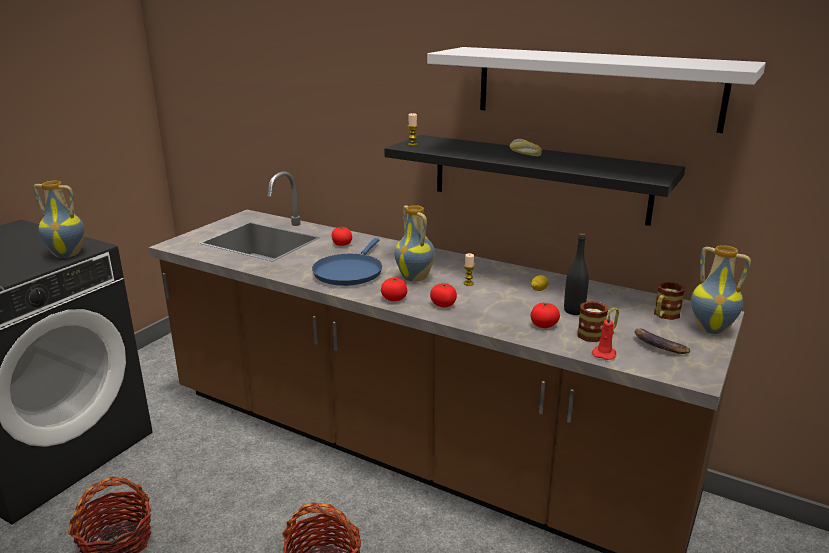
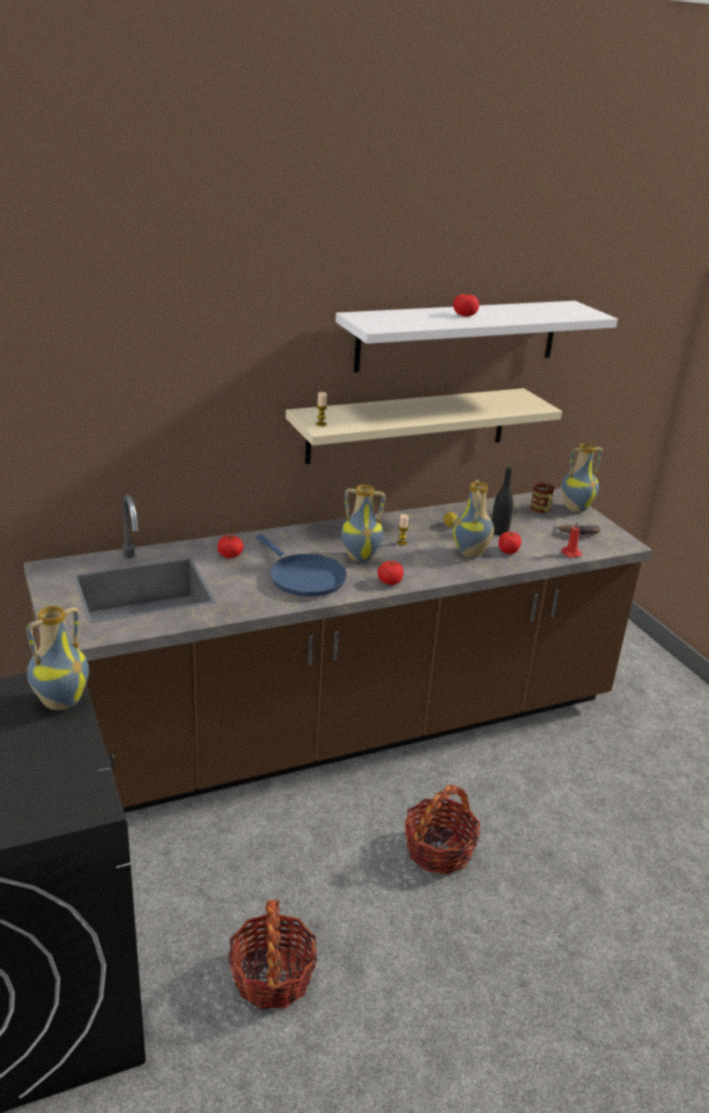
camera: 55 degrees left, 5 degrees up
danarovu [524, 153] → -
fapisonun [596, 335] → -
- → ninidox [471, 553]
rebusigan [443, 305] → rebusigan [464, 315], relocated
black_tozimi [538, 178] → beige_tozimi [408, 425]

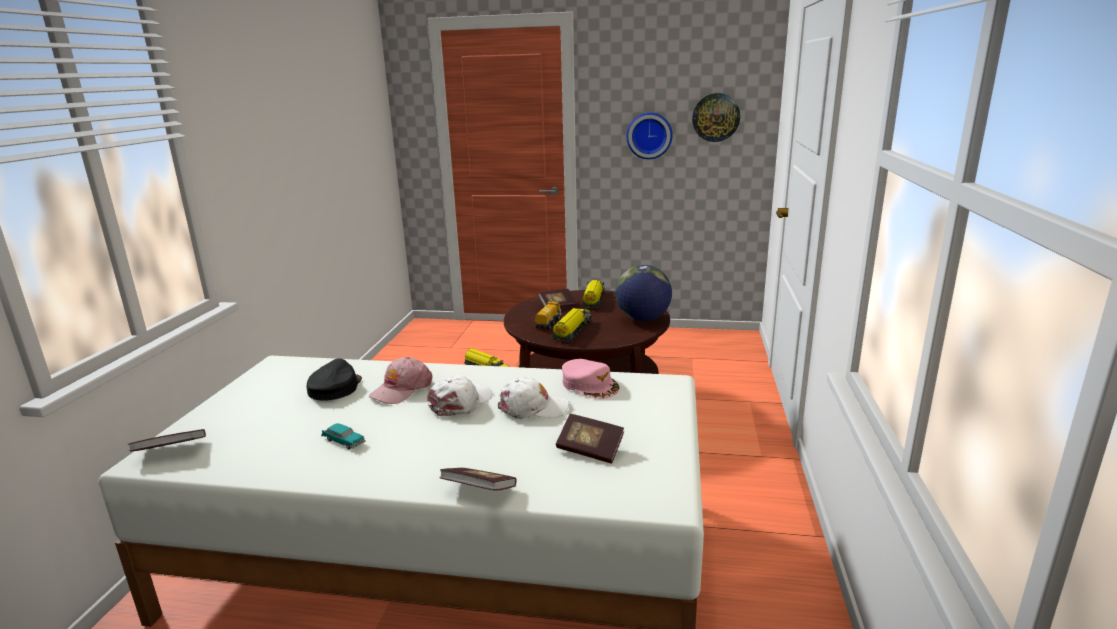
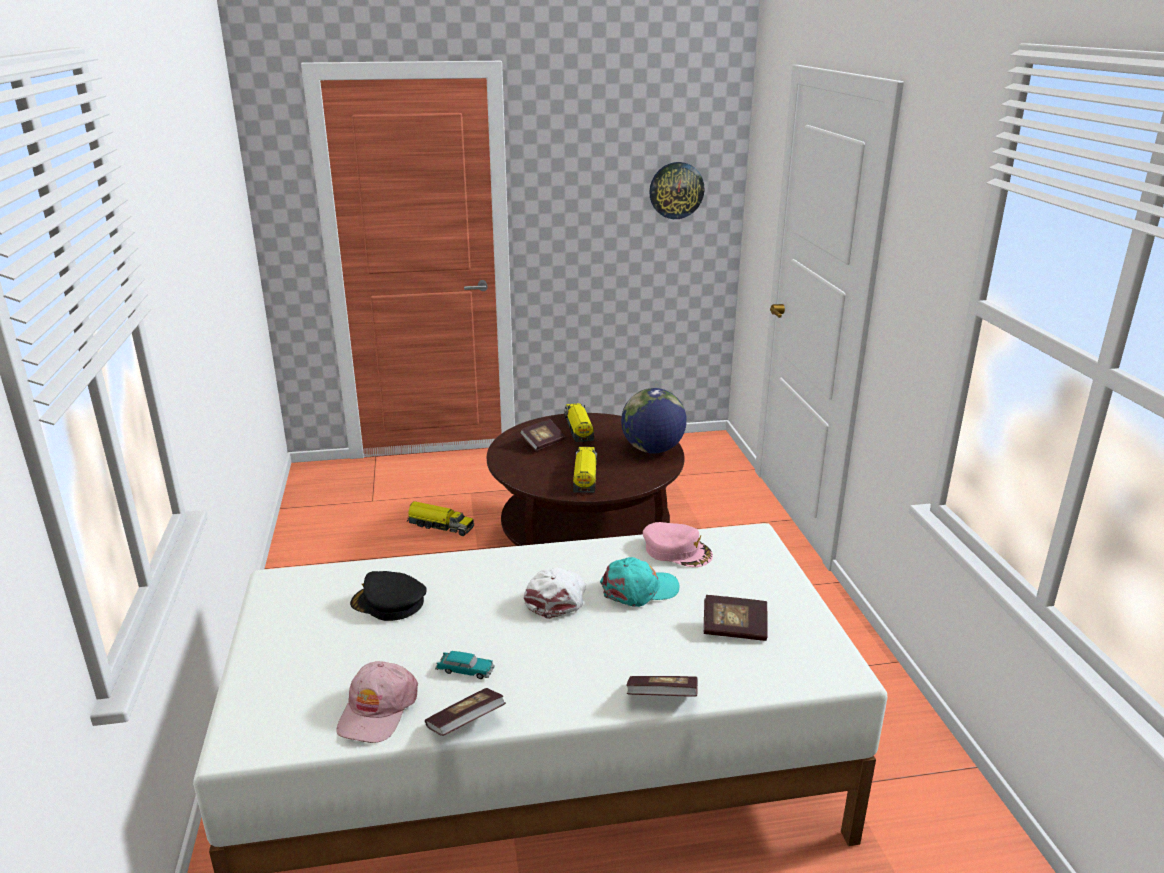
camera: 20 degrees left, 5 degrees up
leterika [548, 323] → -
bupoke [649, 135] → -
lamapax [171, 451] → lamapax [466, 724], relocated
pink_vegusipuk [401, 389] → pink_vegusipuk [377, 710], relocated
white_vegusipuk [532, 407] → turquoise_vegusipuk [639, 590]
black_vegusipuk [334, 388] → black_vegusipuk [388, 603], 60 degrees counterclockwise

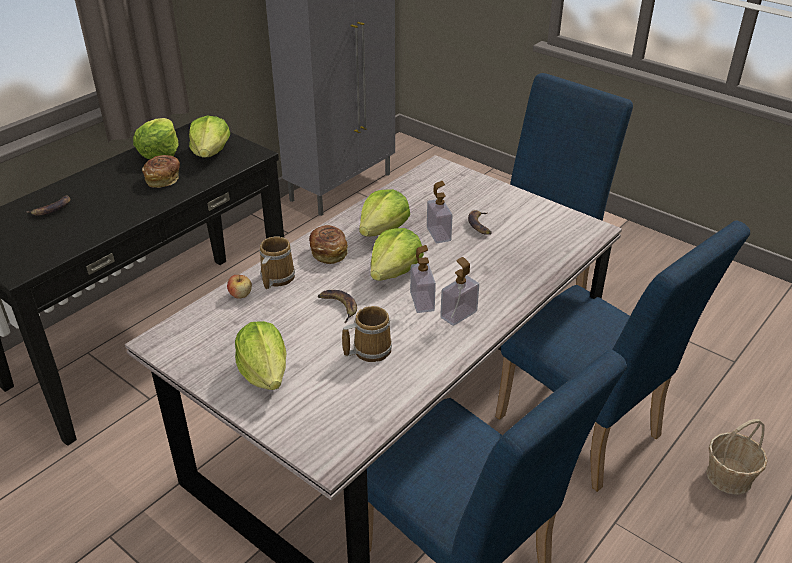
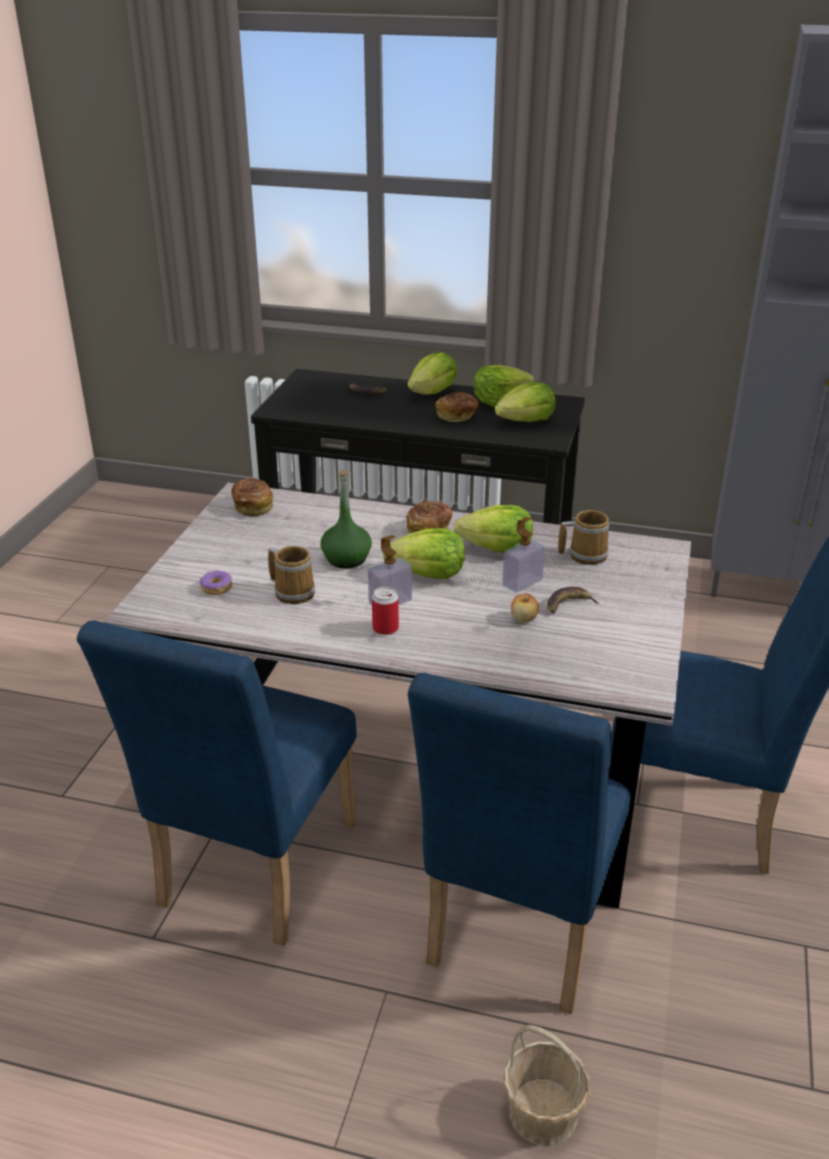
camera: 65 degrees right, 5 degrees down
- → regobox [216, 588]
- → danarovu [253, 506]
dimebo [240, 295] → dimebo [524, 619], relocated
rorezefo [265, 373] → rorezefo [433, 392], relocated
fapisonun [275, 278] → fapisonun [584, 555], relocated
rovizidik [338, 306] → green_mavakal [346, 559]
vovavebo [458, 314] → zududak [385, 628]

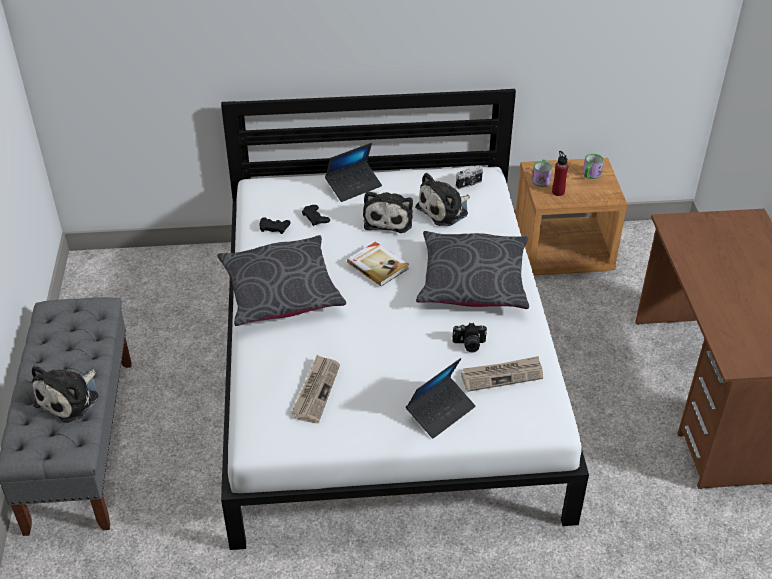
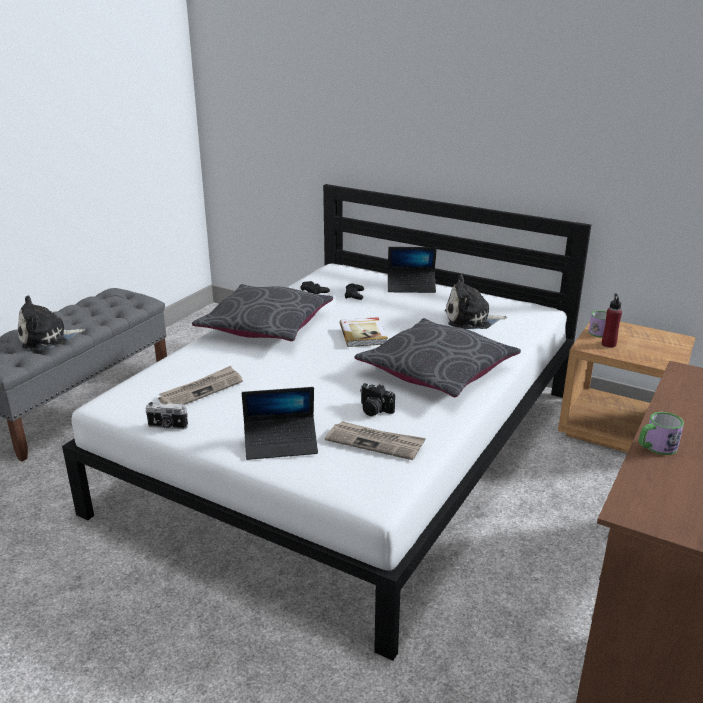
camera: 35 degrees right, 15 degrees down
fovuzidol [389, 219] → -
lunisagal [469, 184] → lunisagal [167, 426], relocated
fapisonun [590, 175] → fapisonun [656, 447], relocated

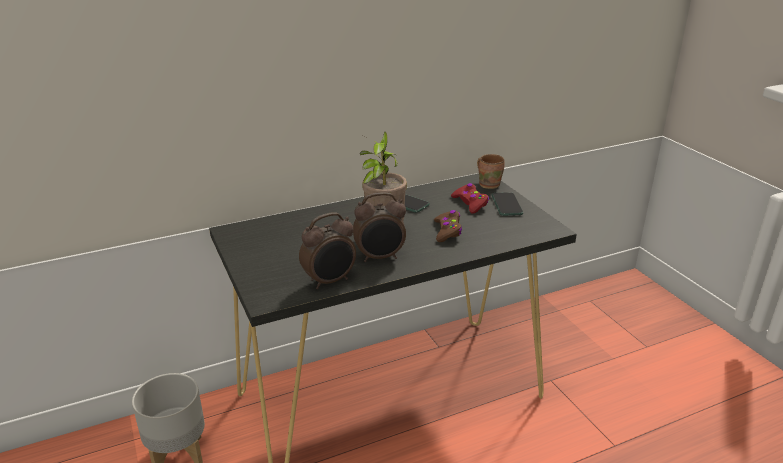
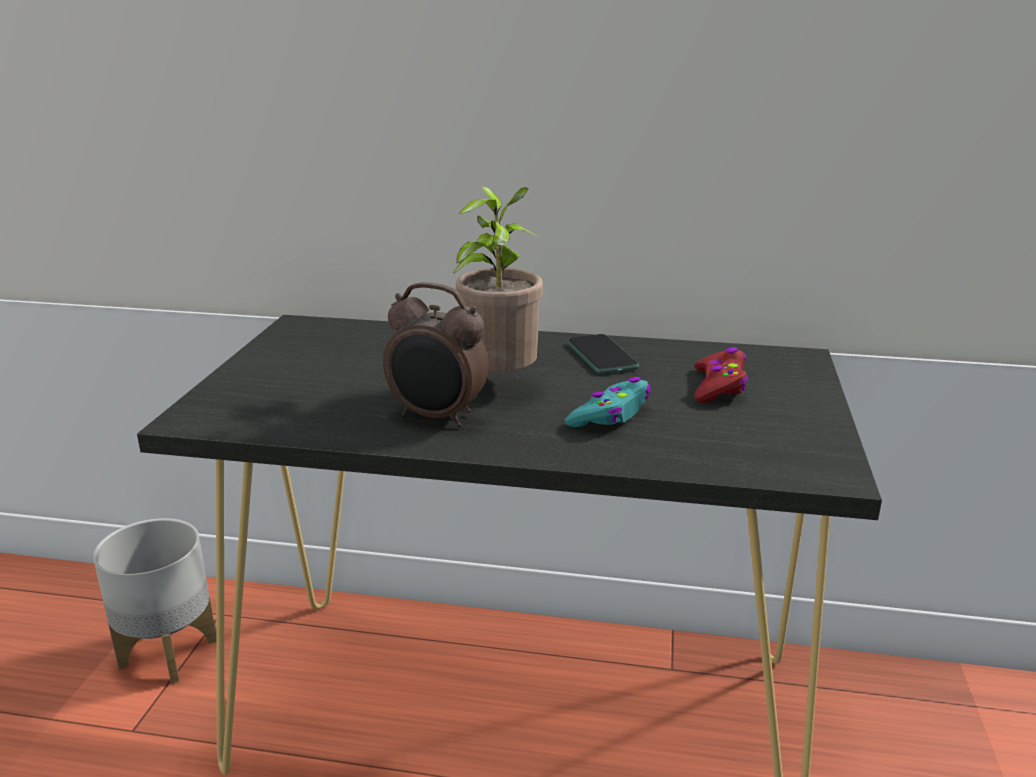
camera: 35 degrees right, 5 degrees down
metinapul [330, 281] → -
brown_fapisonun [489, 184] → -
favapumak [506, 205] → -
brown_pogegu [447, 231] → turquoise_pogegu [610, 415]

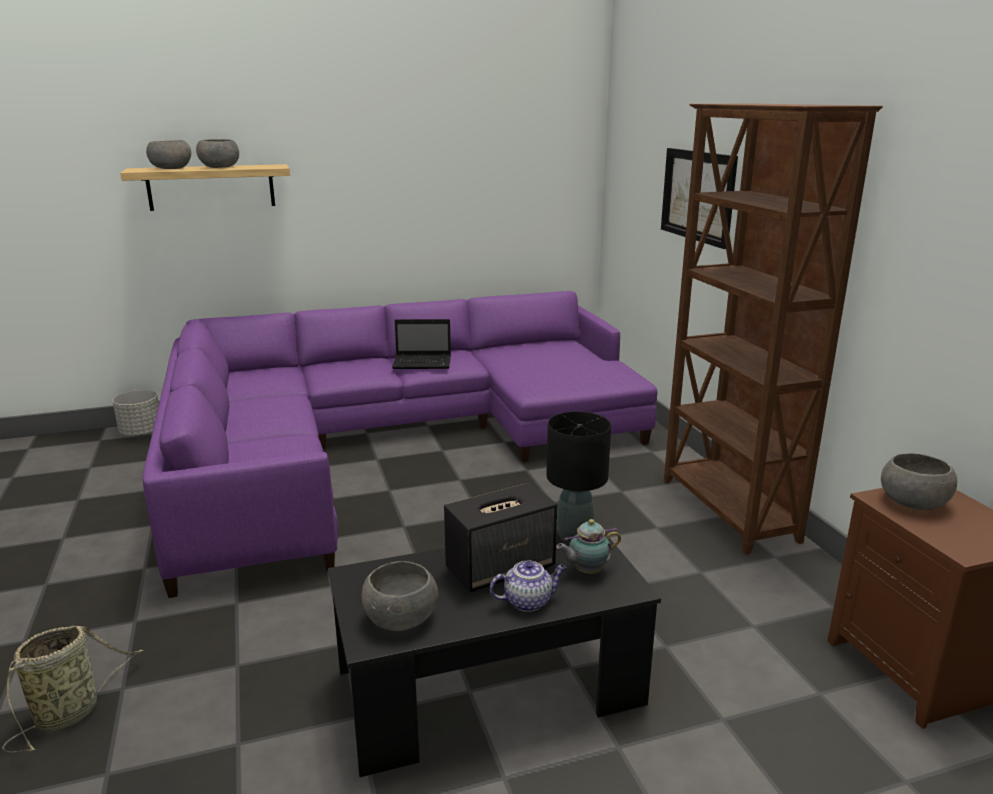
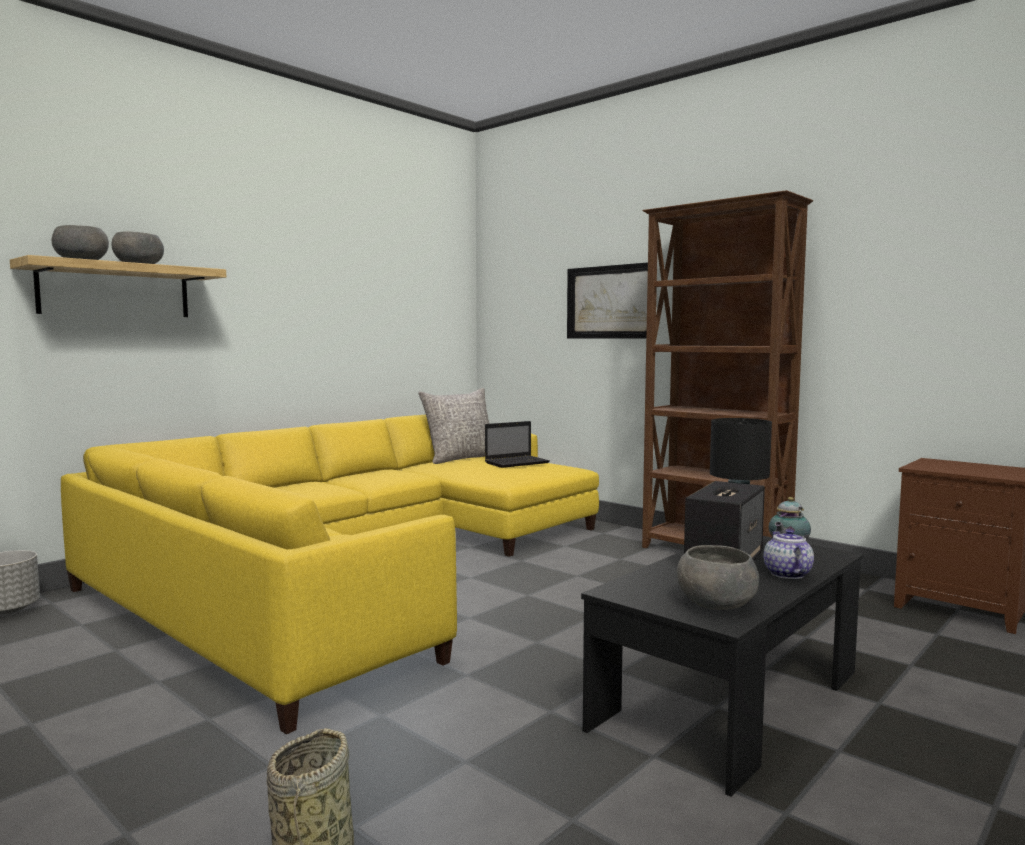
camera: 30 degrees left, 15 degrees down
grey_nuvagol [912, 502] → -
- → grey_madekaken [460, 458]
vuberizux [423, 363] → vuberizux [517, 463], relocated
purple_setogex [392, 442] → yellow_setogex [358, 565]
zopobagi [528, 601] → zopobagi [786, 574], 45 degrees counterclockwise

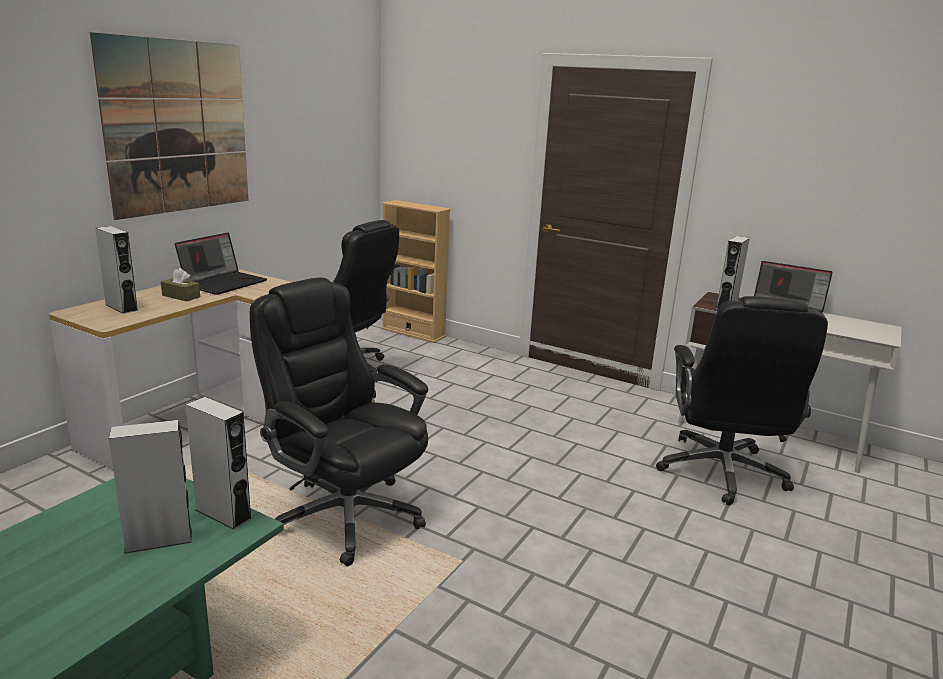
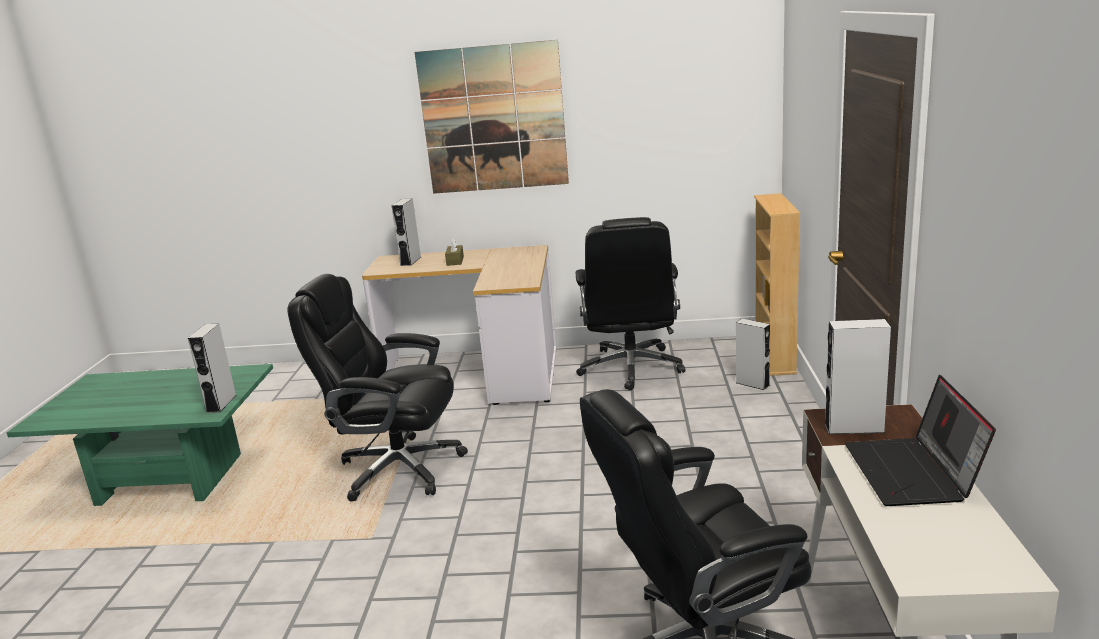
camera: 65 degrees right, 0 degrees up
vuberizux [224, 283] → -
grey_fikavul [159, 540] → grey_fikavul [752, 384], relocated
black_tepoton [345, 514] → black_tepoton [397, 469], 90 degrees counterclockwise

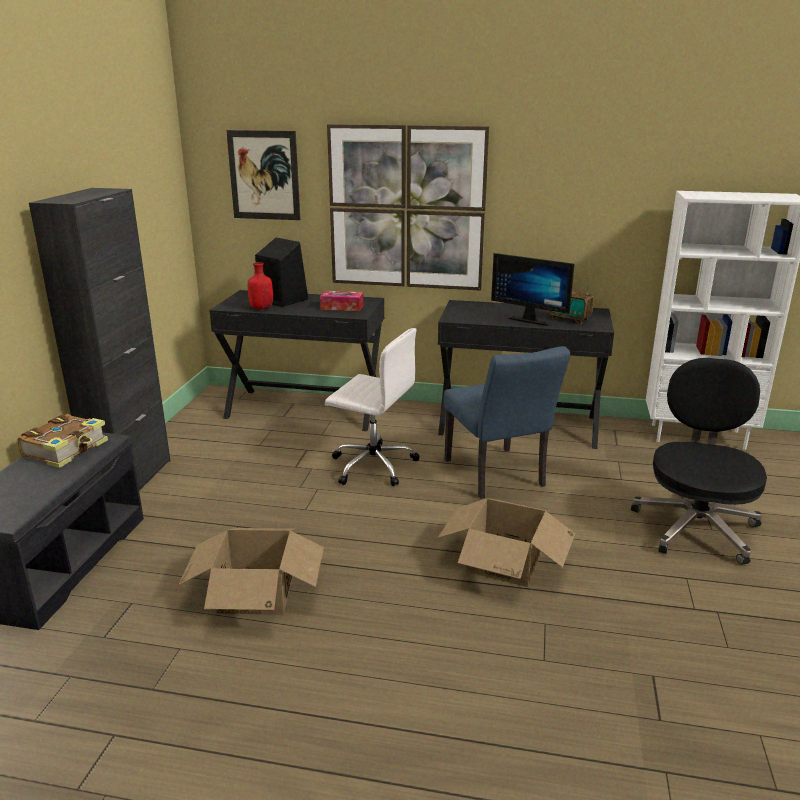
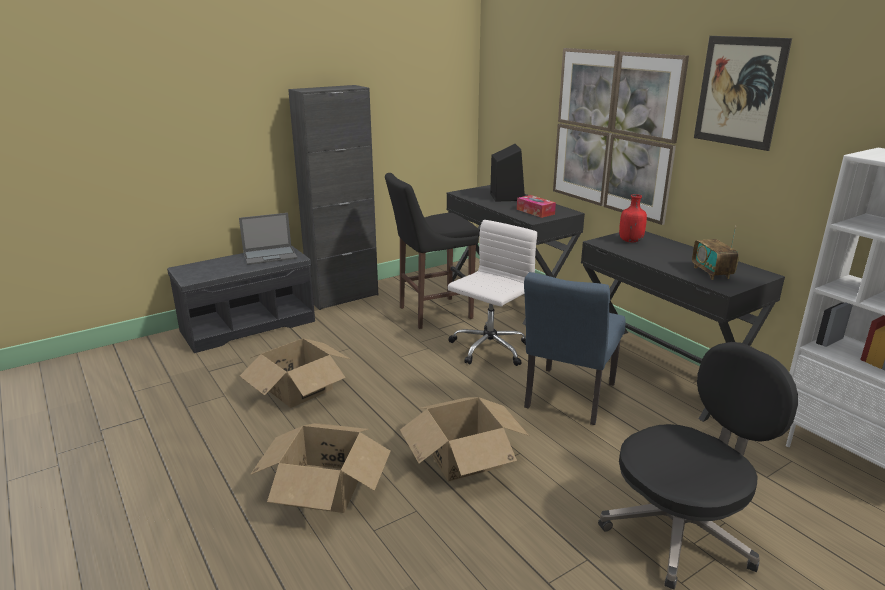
camera: 45 degrees right, 0 degrees up
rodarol [531, 320] → -
- → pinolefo [323, 487]
- → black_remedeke [431, 313]
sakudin [264, 175] → sakudin [739, 92], relocated
red_mavakal [261, 308] → red_mavakal [630, 241], relocated
lamapax [67, 449] → vuberizux [270, 255]
white_tepoton [372, 465] → white_tepoton [488, 349], 120 degrees counterclockwise

